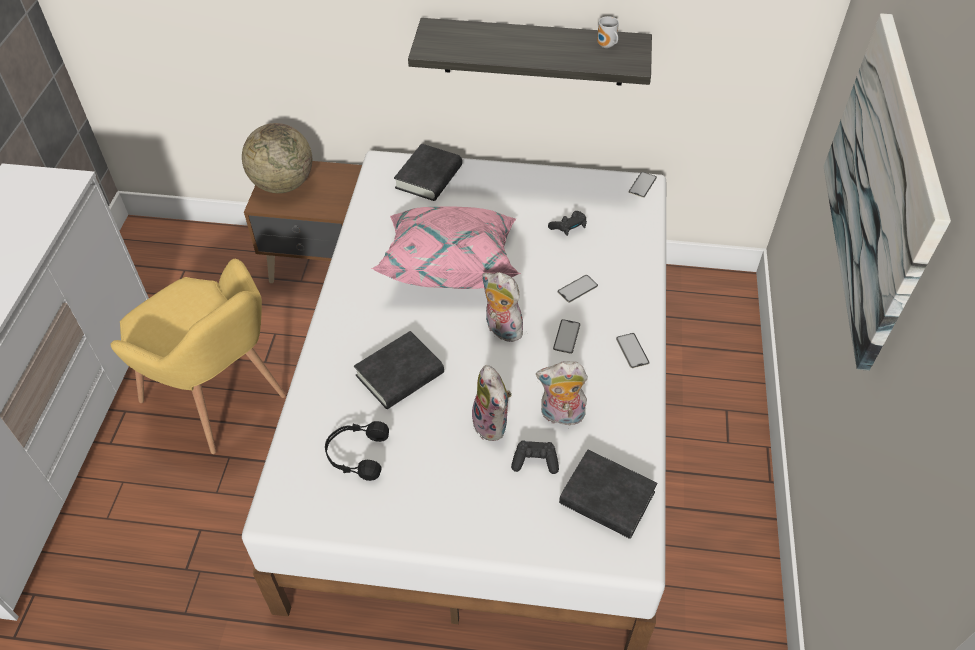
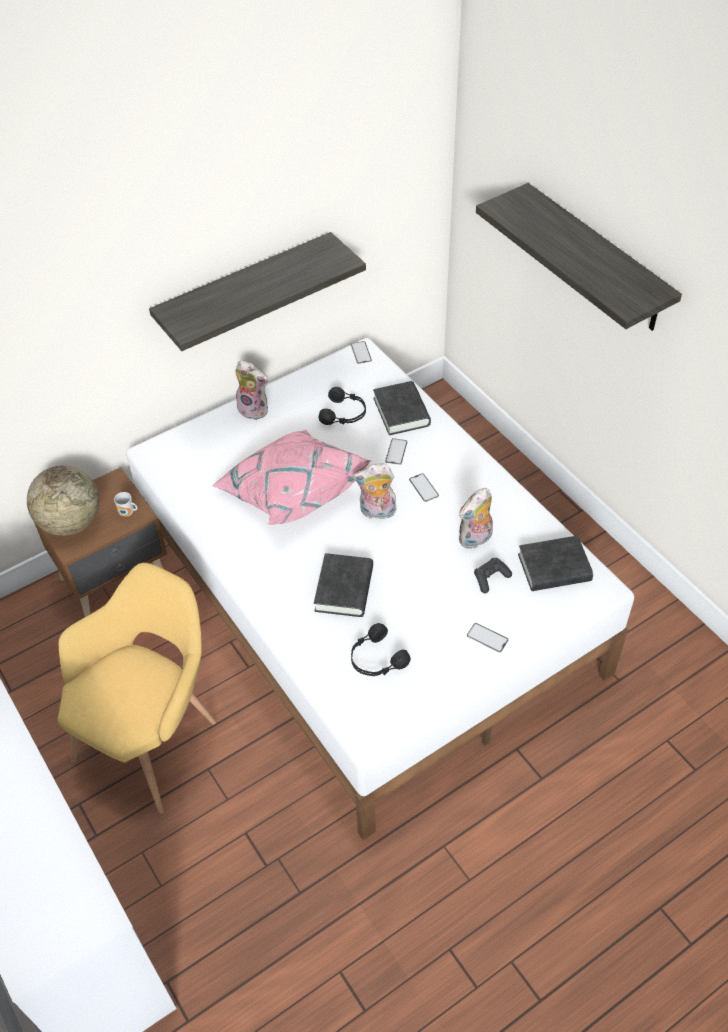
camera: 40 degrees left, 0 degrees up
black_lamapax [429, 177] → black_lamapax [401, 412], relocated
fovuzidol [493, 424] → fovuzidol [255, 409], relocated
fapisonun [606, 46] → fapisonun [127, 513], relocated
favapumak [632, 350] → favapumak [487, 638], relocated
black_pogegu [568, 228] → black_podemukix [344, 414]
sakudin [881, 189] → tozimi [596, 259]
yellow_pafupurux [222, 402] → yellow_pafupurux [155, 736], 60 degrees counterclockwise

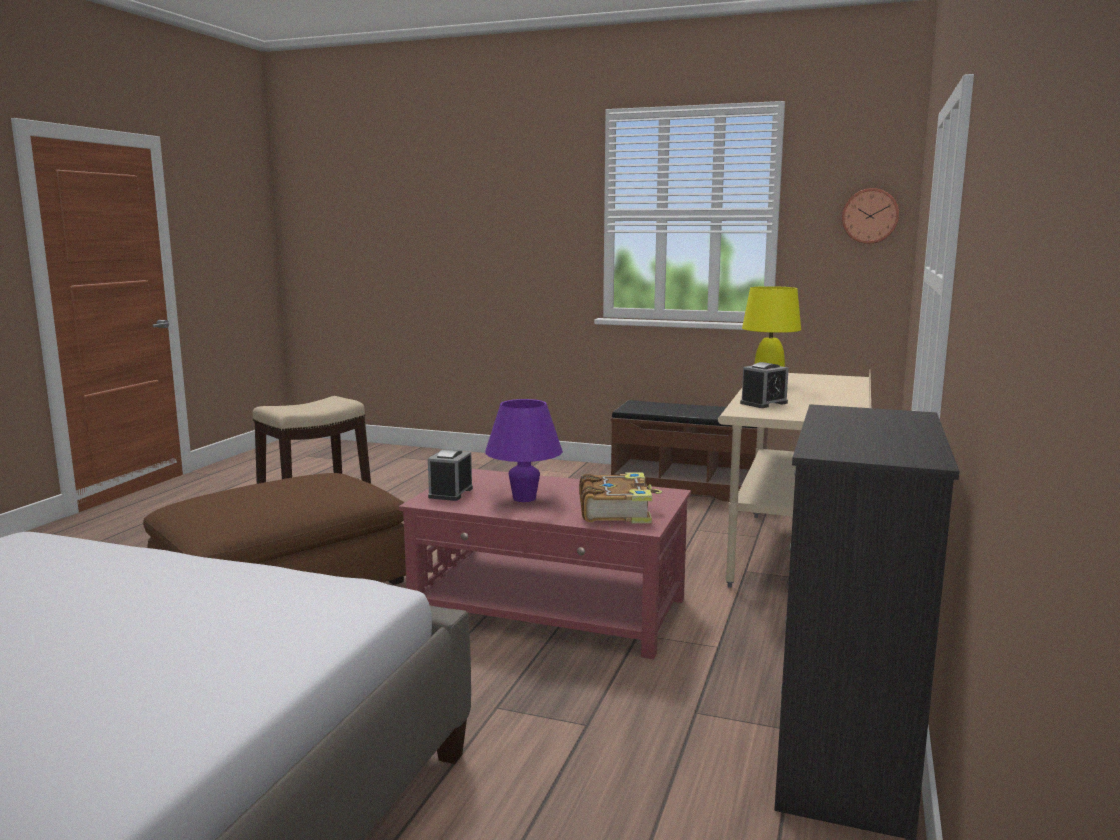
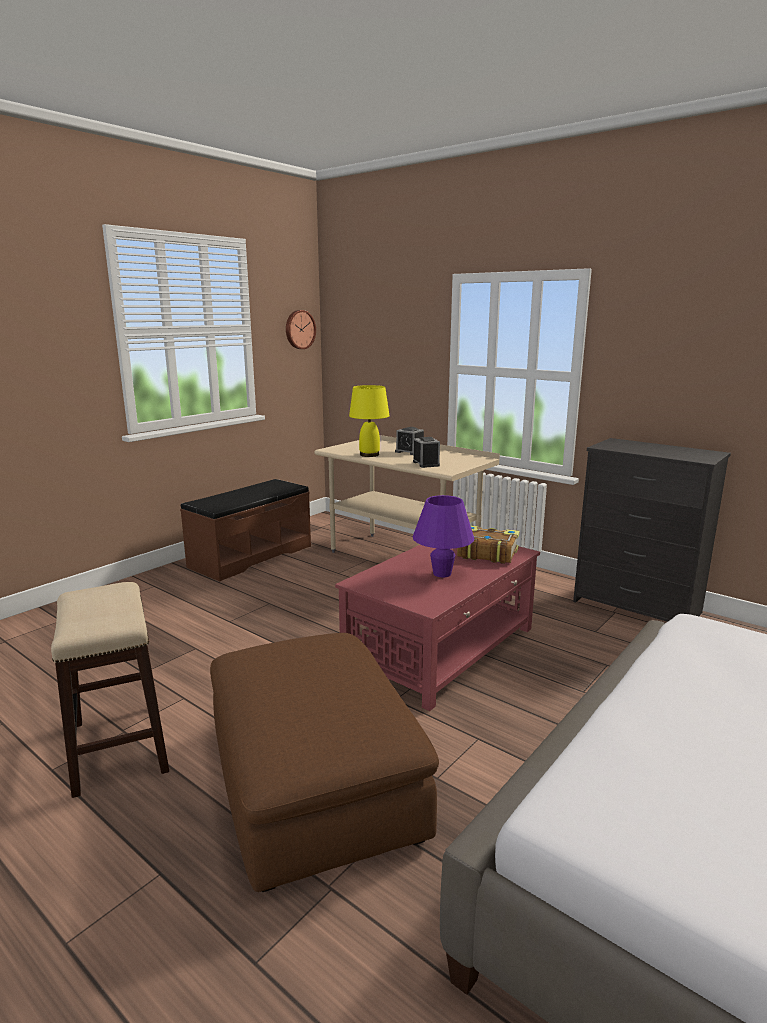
camera: 70 degrees left, 5 degrees up
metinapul [450, 493] → metinapul [409, 452], relocated

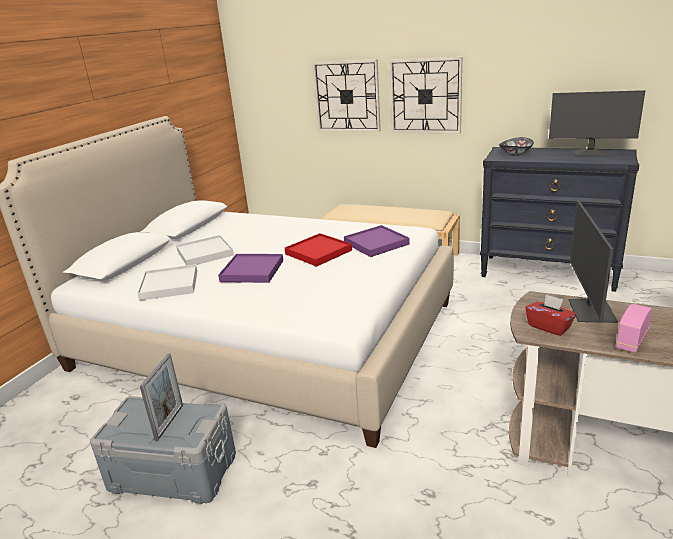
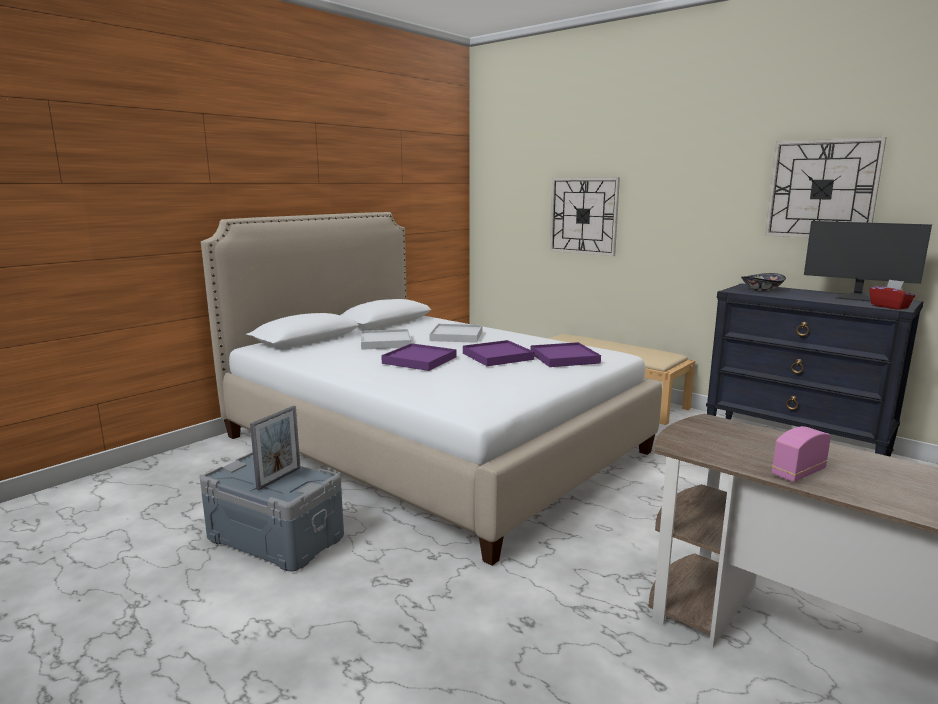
camera: 15 degrees right, 10 degrees down
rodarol [590, 311] → -
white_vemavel [169, 285] → white_vemavel [456, 336], relocated
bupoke [425, 96] → bupoke [822, 189], relocated
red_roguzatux [549, 327] → red_roguzatux [889, 307], relocated
red_vemavel [318, 252] → purple_vemavel [498, 356]

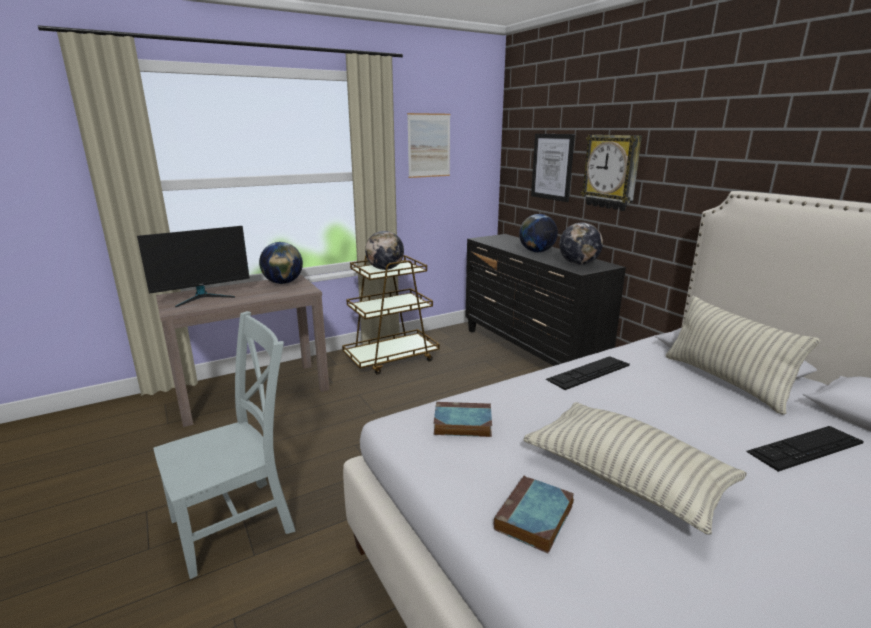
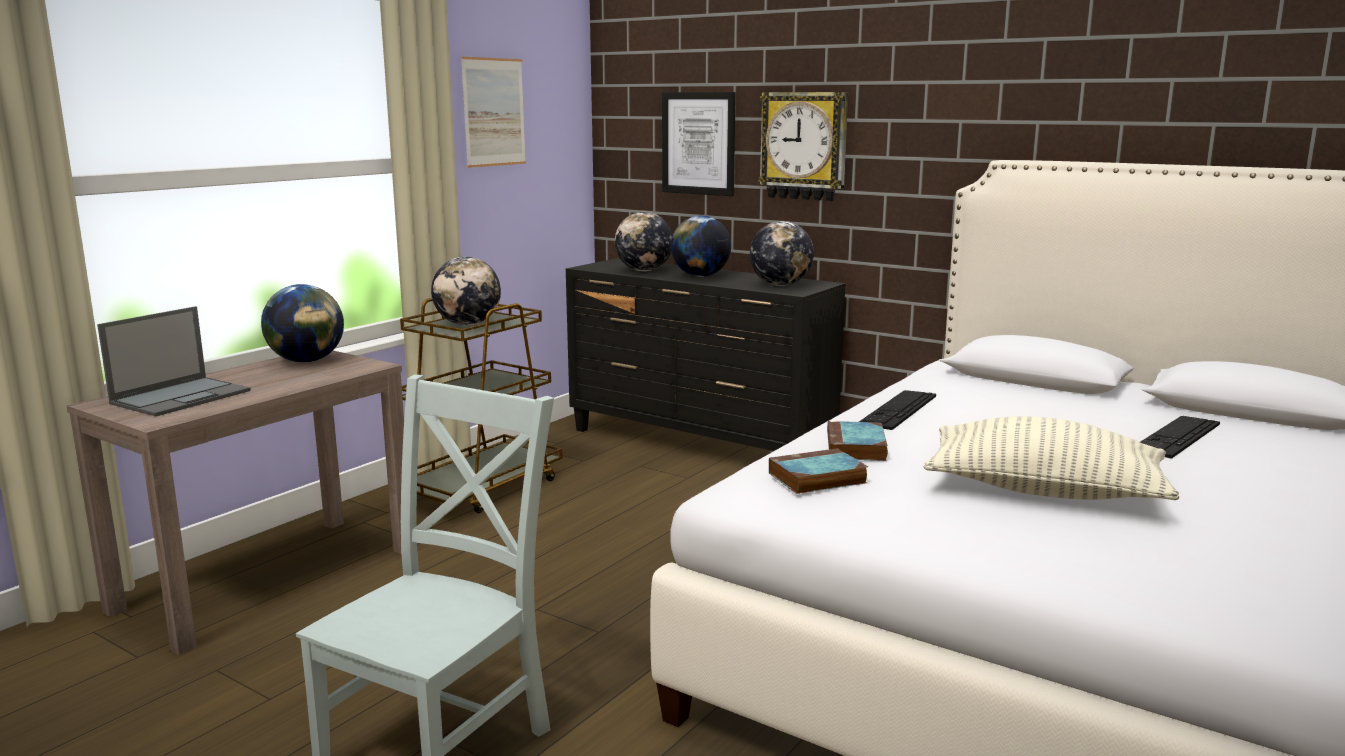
camera: 25 degrees left, 5 degrees down
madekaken [725, 381] → -
- → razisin [644, 270]
lamapax [534, 519] → lamapax [856, 448], relocated
rodarol [203, 297] → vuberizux [182, 397]

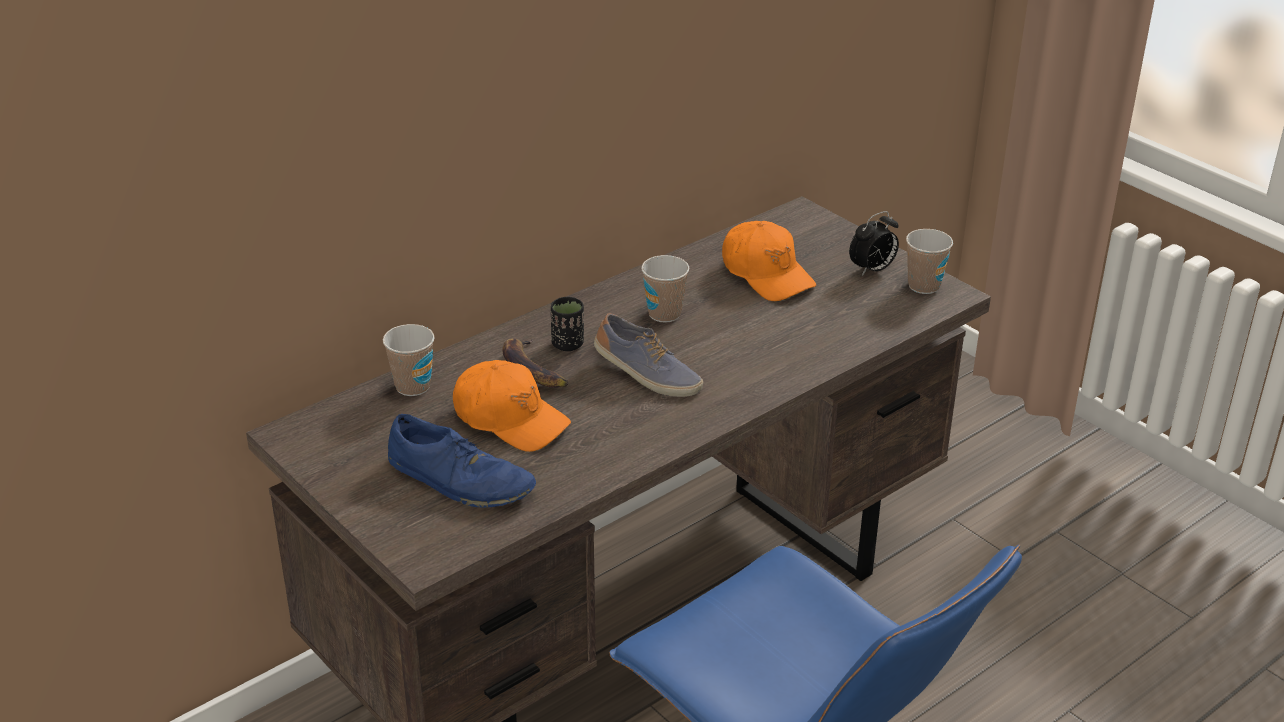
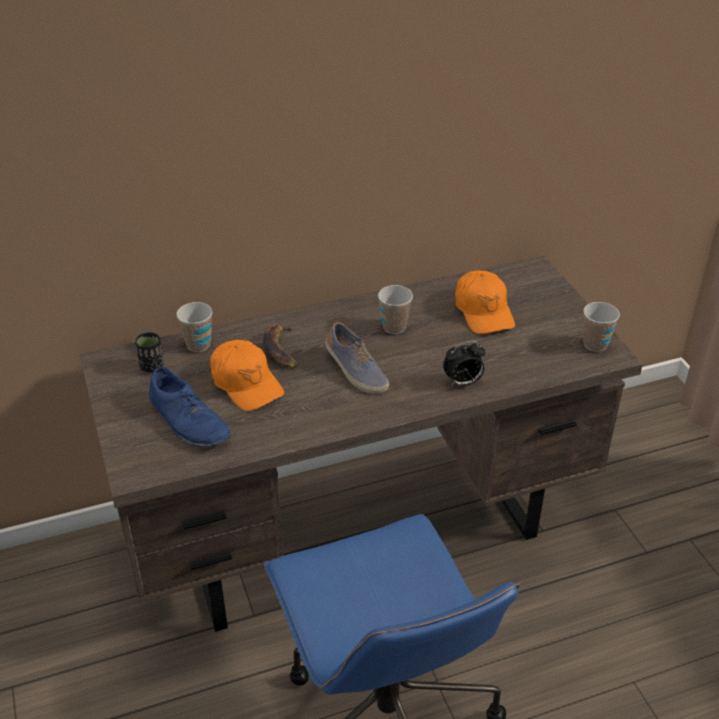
camera: 20 degrees right, 5 degrees up
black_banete [568, 344] → black_banete [152, 366], relocated
metinapul [872, 270] → metinapul [462, 383], relocated

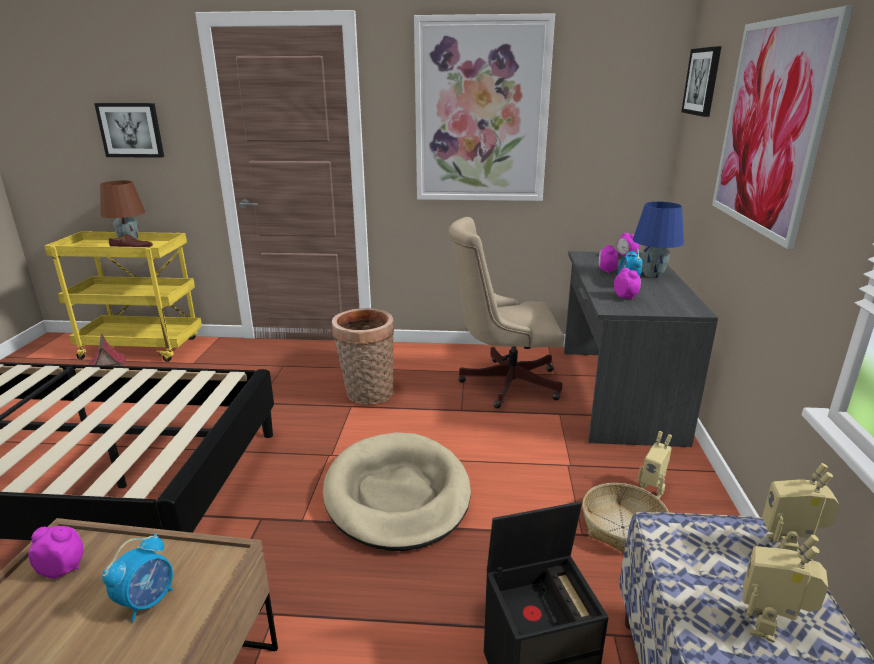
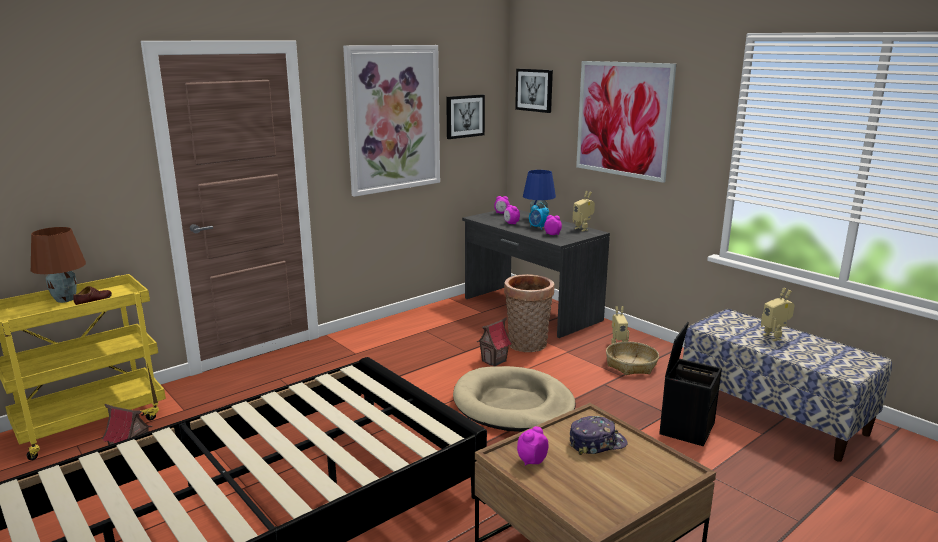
camera: 45 degrees left, 5 degrees down
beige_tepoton [503, 383] → -
- → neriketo [494, 361]
sakudin [131, 130] → sakudin [464, 116], relocated
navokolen [367, 394] → navokolen [527, 346], relocated
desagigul [788, 549] → desagigul [582, 229], relocated
metinapul [148, 601] → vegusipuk [597, 443]

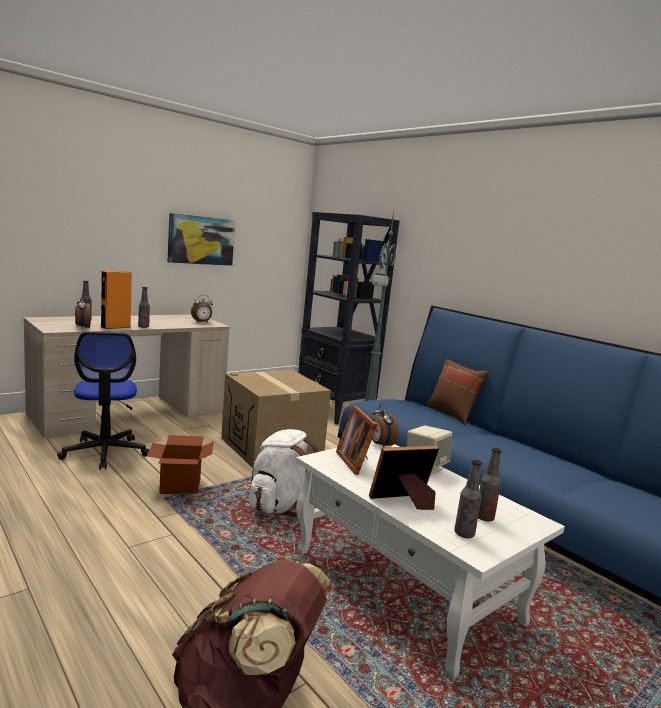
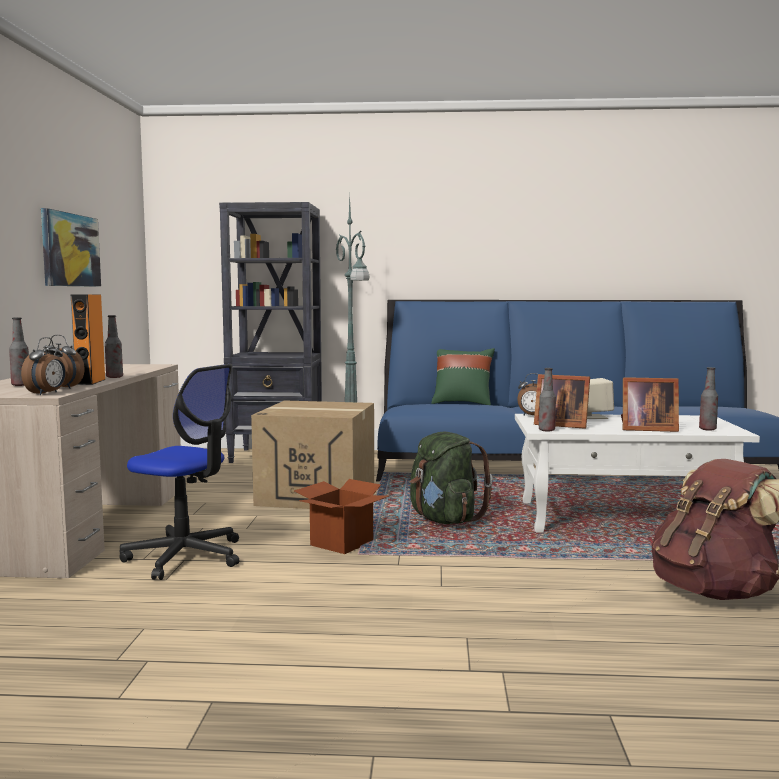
camera: 45 degrees left, 5 degrees down
metinapul [201, 322] → metinapul [47, 393], relocated
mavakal [484, 517] → mavakal [546, 430], relocated
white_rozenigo [279, 505] → green_rozenigo [444, 520]
brown_madekaken [452, 414] → green_madekaken [462, 403]
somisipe [404, 501] → somisipe [646, 429], 105 degrees counterclockwise

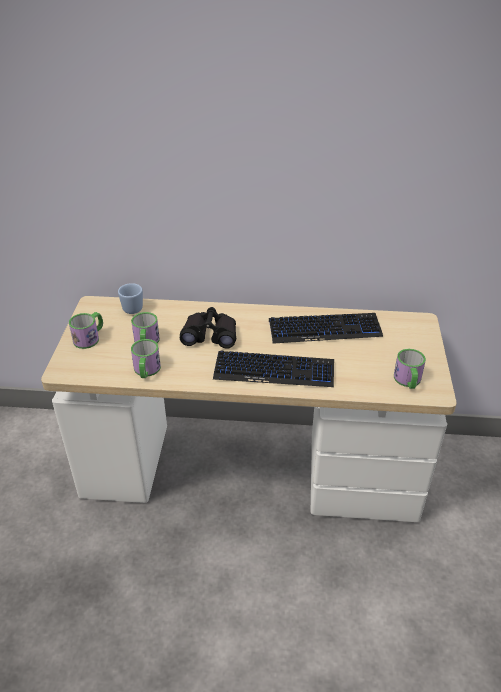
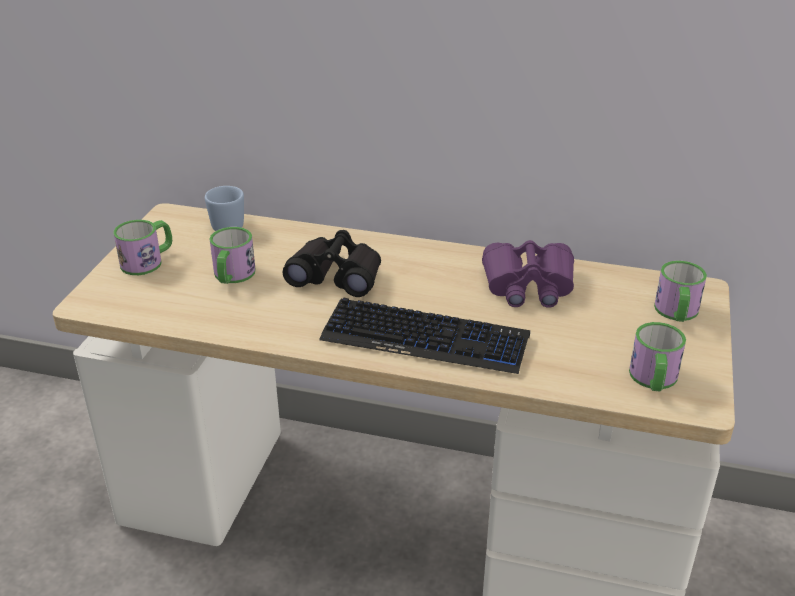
camera: 10 degrees right, 5 degrees down
fapisonun [146, 371] → fapisonun [676, 313], relocated
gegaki [324, 329] → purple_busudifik [528, 285]

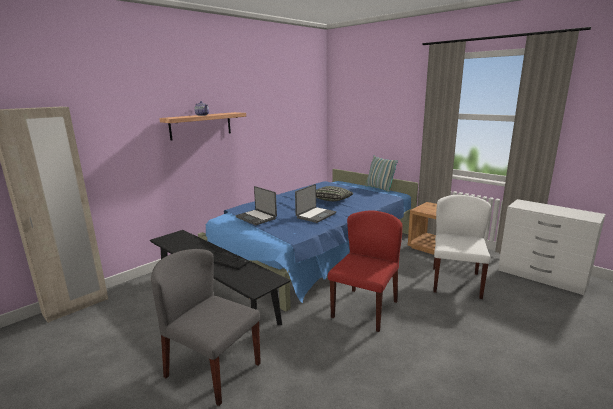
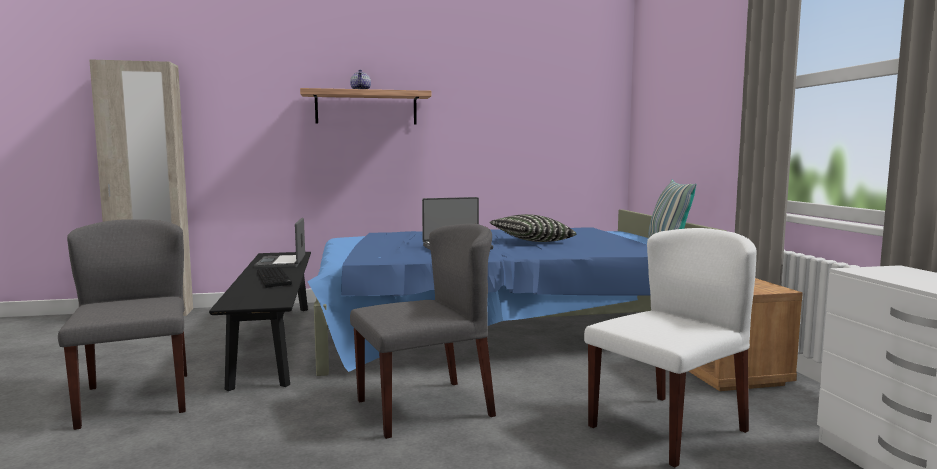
camera: 35 degrees right, 10 degrees down
vuberizux [256, 218] → vuberizux [282, 263], relocated
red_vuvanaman [365, 308] → grey_vuvanaman [425, 407]

